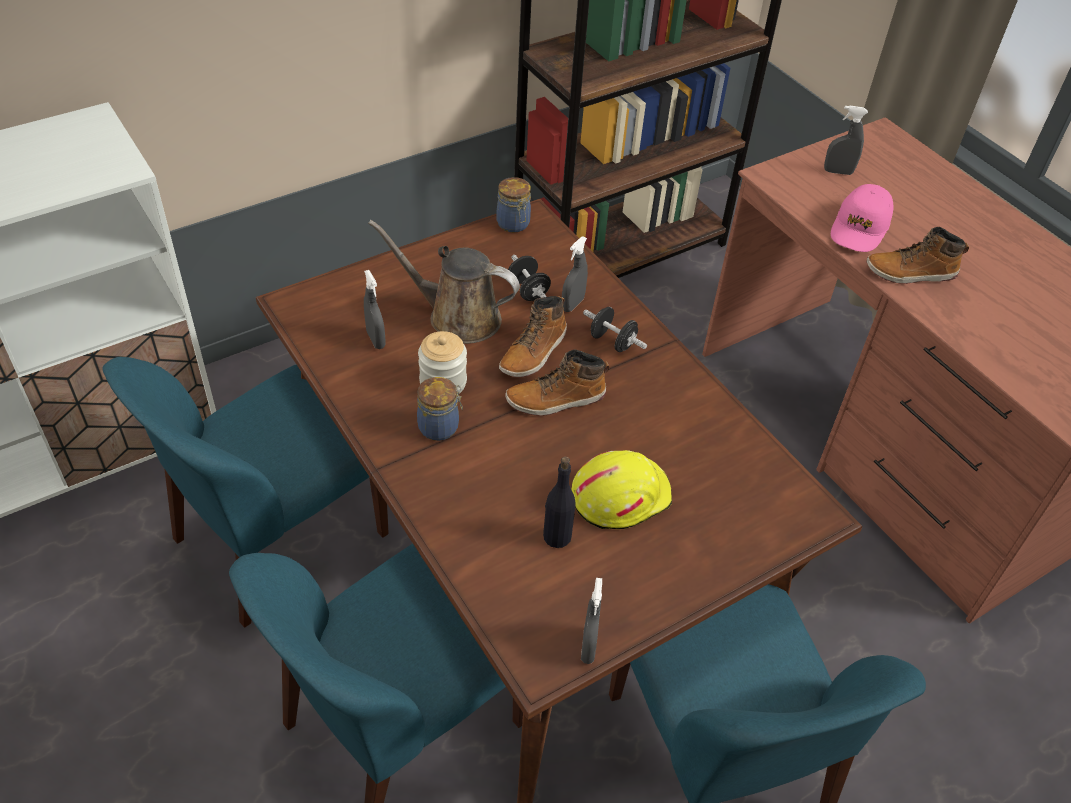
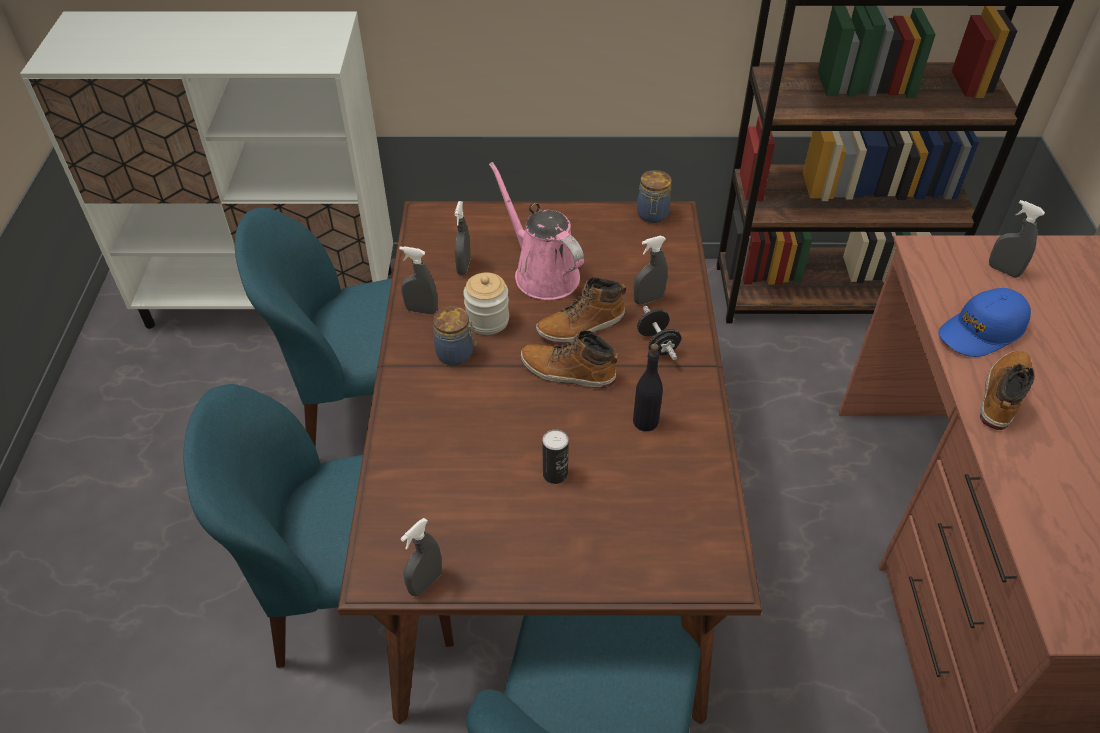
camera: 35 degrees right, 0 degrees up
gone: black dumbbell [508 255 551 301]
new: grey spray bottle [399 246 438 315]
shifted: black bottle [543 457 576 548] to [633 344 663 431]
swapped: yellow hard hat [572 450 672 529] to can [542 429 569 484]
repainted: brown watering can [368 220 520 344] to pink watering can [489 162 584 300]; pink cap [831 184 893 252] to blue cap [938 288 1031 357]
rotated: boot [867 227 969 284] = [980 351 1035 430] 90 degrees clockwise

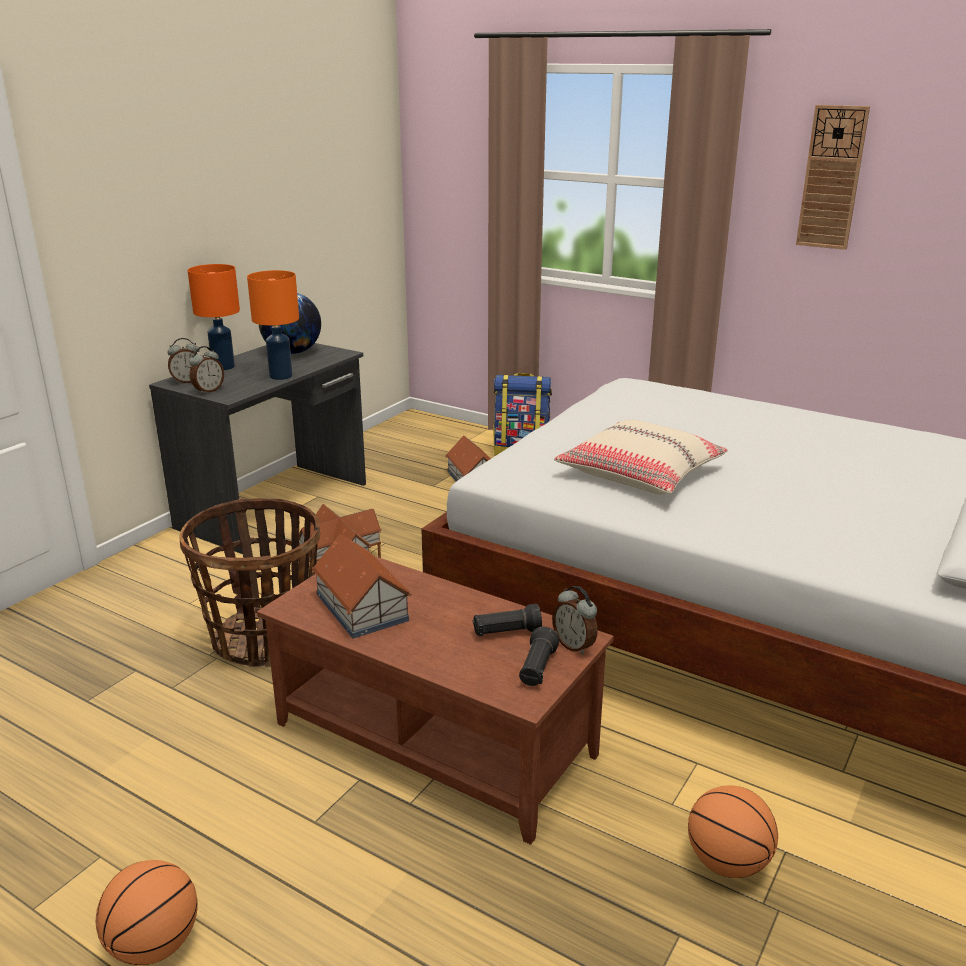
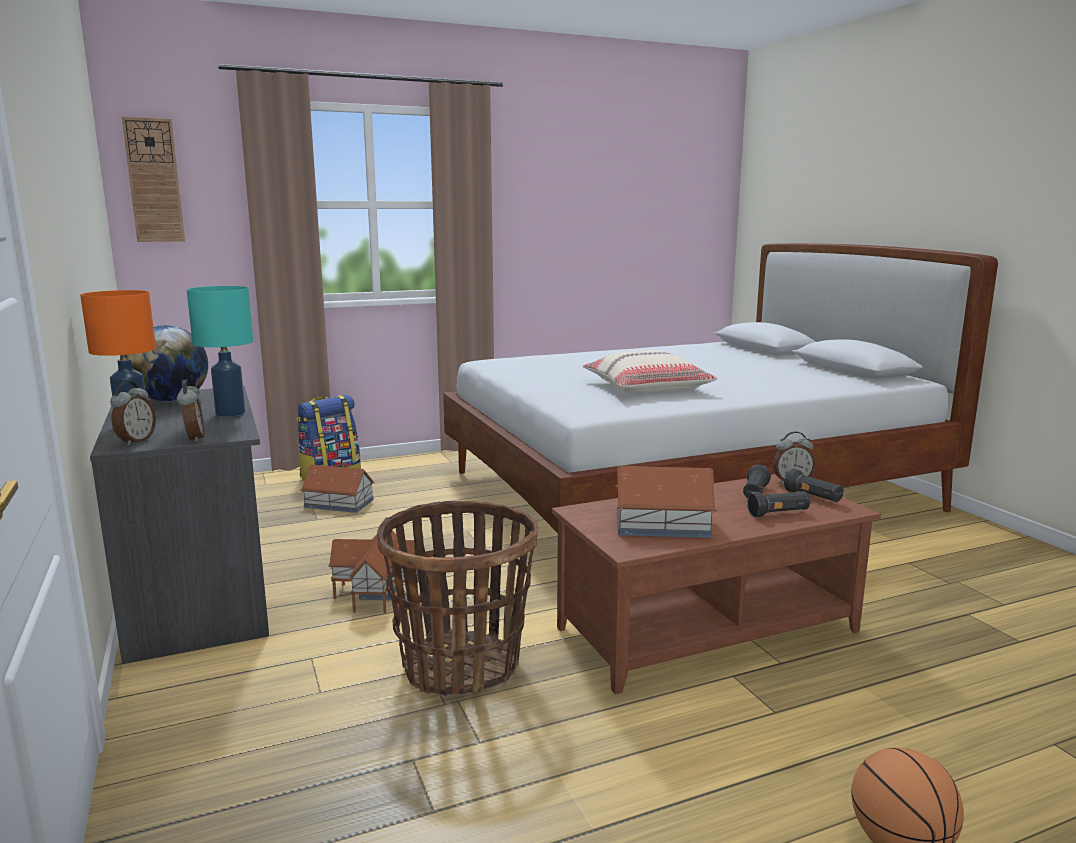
camera: 55 degrees left, 10 degrees down
gone: basketball [688 786 778 878]
new: black flashlight [747 491 811 517]
shifted: wall clock [796 105 870 250] to [122 117 185 242]
repainted: orange table lamp [247 270 299 380] to turquoise table lamp [187 286 253 417]

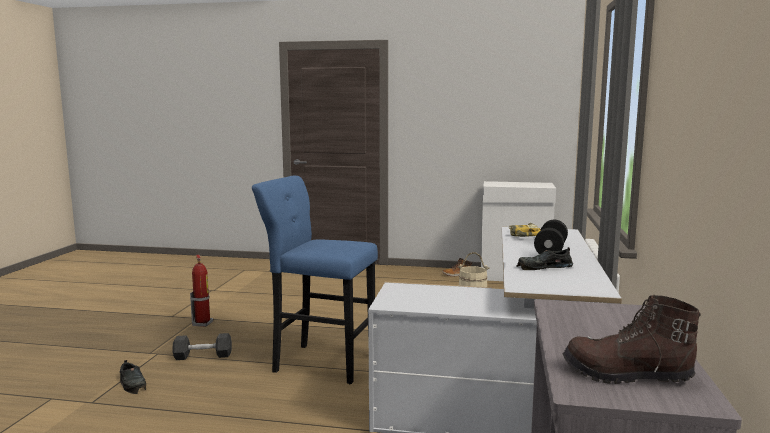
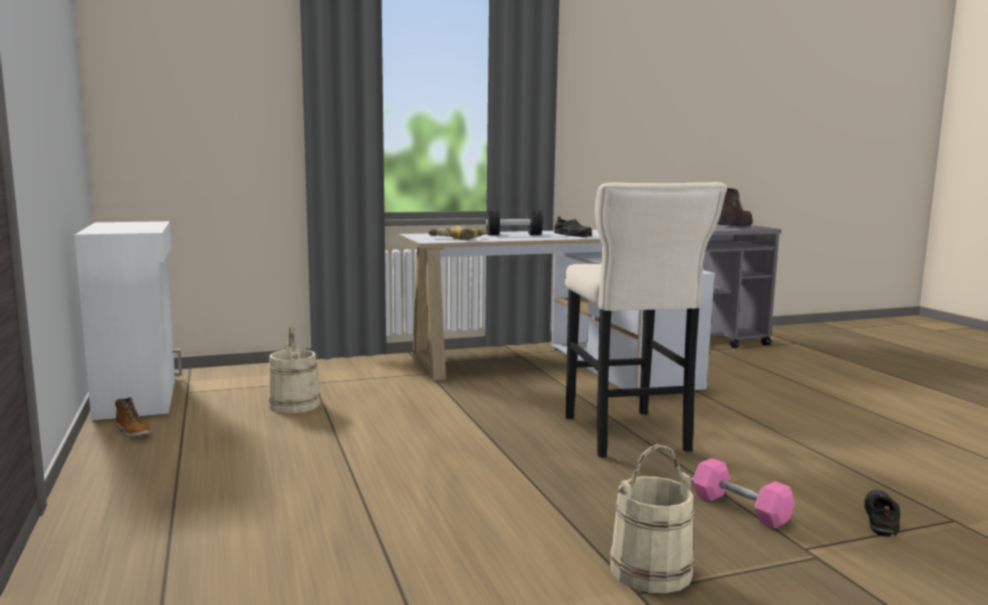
camera: 120 degrees left, 0 degrees up
swapped: fire extinguisher [190 255 213 327] to beige bucket [610 444 694 593]
repainted: grey dumbbell [172 333 232 360] to pink dumbbell [692 458 795 529]; blue stool [252 176 378 384] to beige stool [565 182 727 458]
rotated: brown boot [563 295 701 384] = [717 188 753 227] 120 degrees counterclockwise

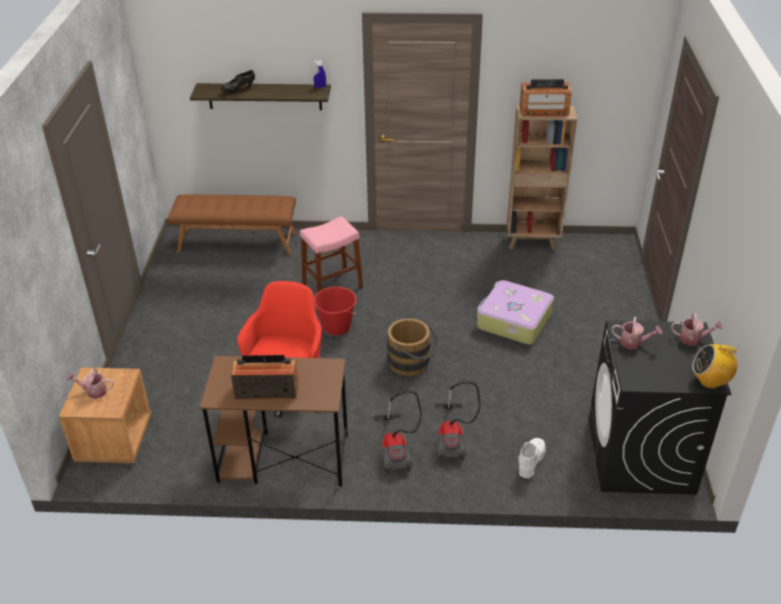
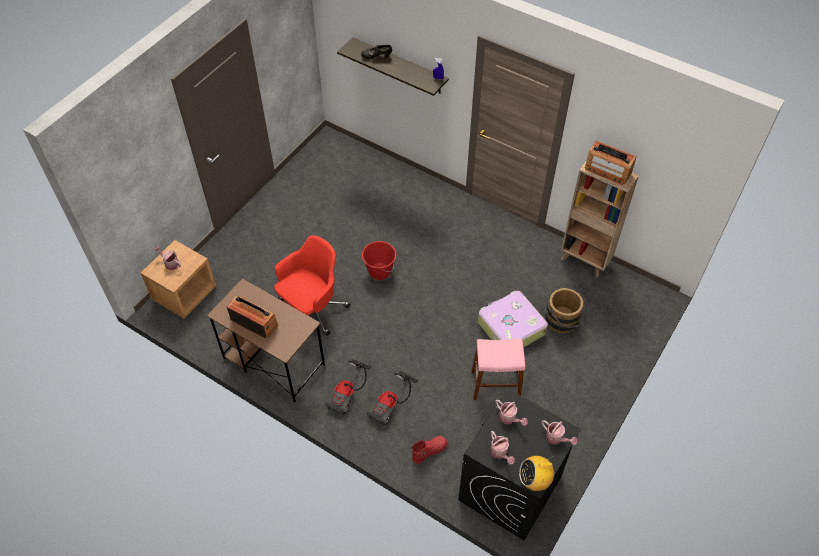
camera: 30 degrees right, 15 degrees up
gone: brown bench [168 194 296 255]
new: watering can [490 431 515 464]
shifted: pink stool [300 216 363 293] to [472 339 525 400]; brown bucket [387 318 438 376] to [545 288 589 333]
repainted: white boot [518 438 546 478] to red boot [411 436 448 464]
rotated: radio [692 344 737 389] = [519 455 554 491] 45 degrees counterclockwise

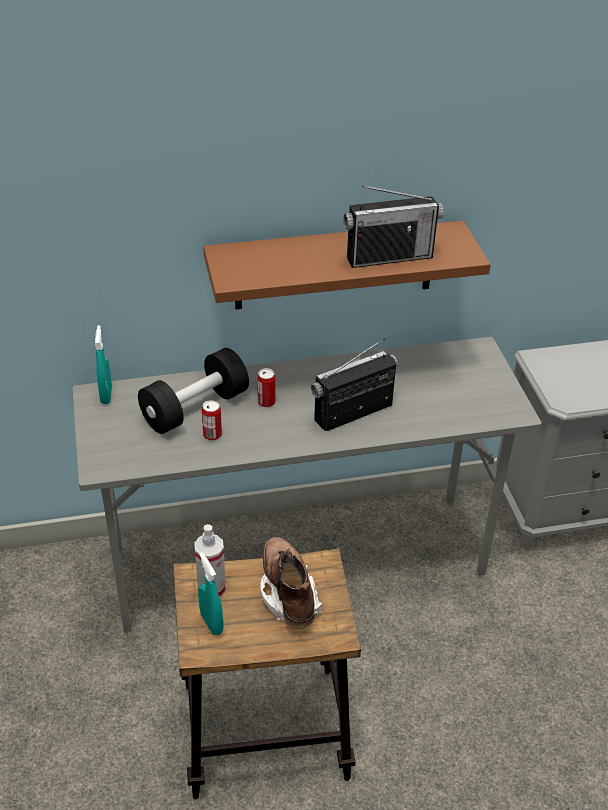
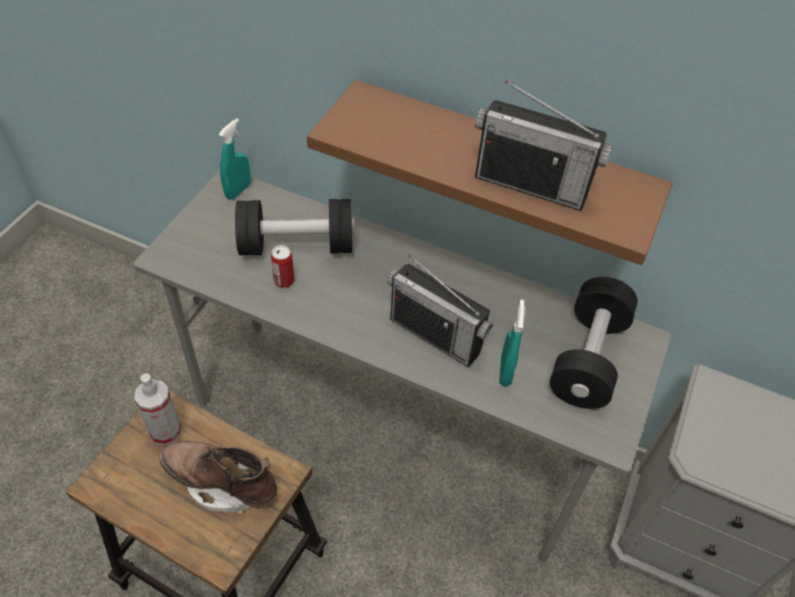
camera: 35 degrees right, 10 degrees up
gone: can [257 368 276 408]
new: black dumbbell [550 277 638 409]
shifted: turquoise spray bottle [198 552 224 635] to [499 299 525 387]
rotated: brown boot [260 537 323 629] = [159 441 277 514] 90 degrees counterclockwise; radio [311 338 398 431] = [387 255 493 368] 150 degrees counterclockwise

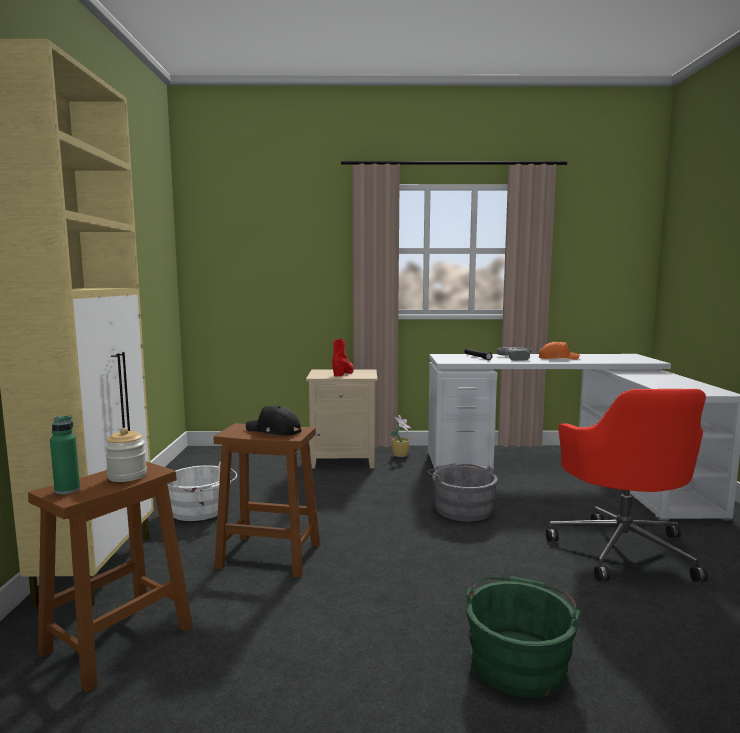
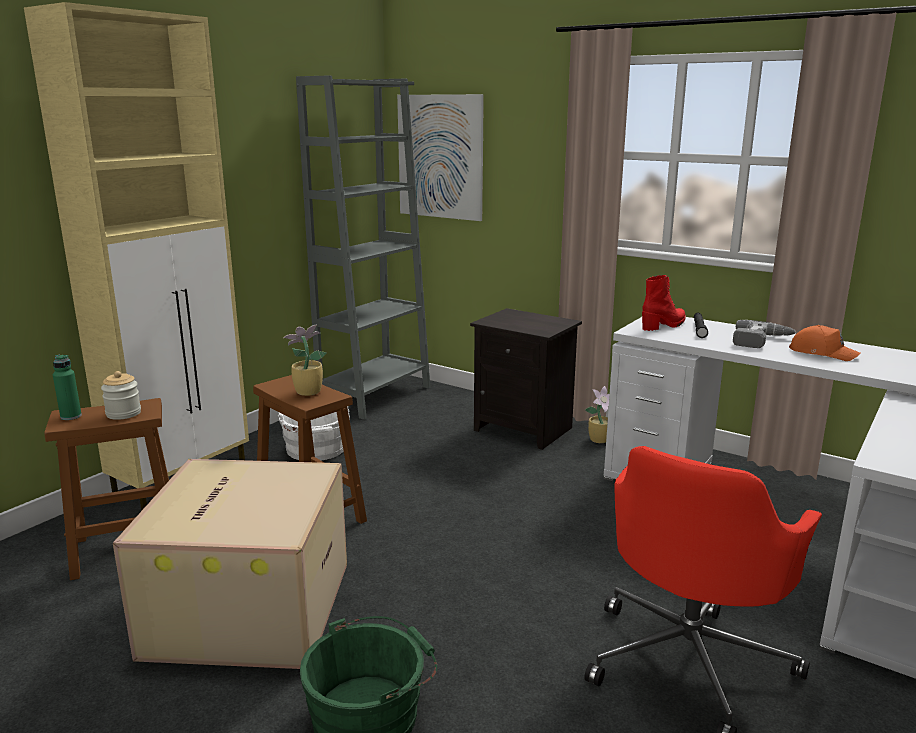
camera: 35 degrees right, 10 degrees up
gone: grey bucket [427 463 498 522]
new: cardboard box [113 459 347 669]; grey bookcase [296 76 430 420]; picture [397 94 484 221]
shifted: red boot [332 339 354 377] to [642 275 686 331]
swapped: black cap [246 406 301 435] to potted plant [283 325 327 396]
repainted: beige nightstand [306 369 377 469] to black nightstand [470 308 582 450]

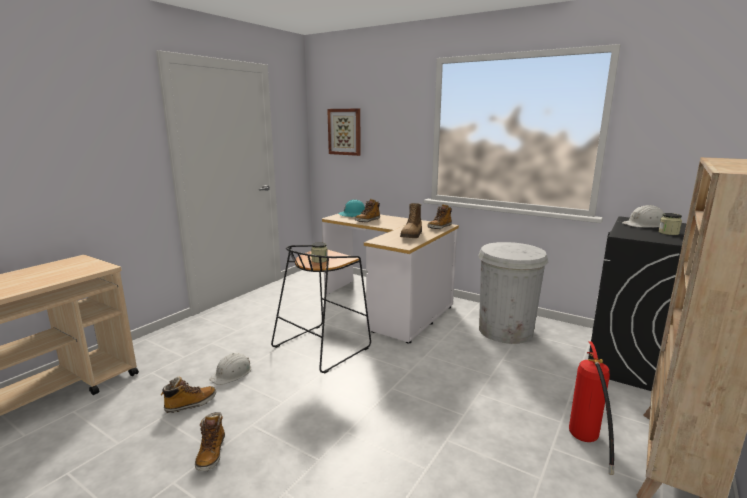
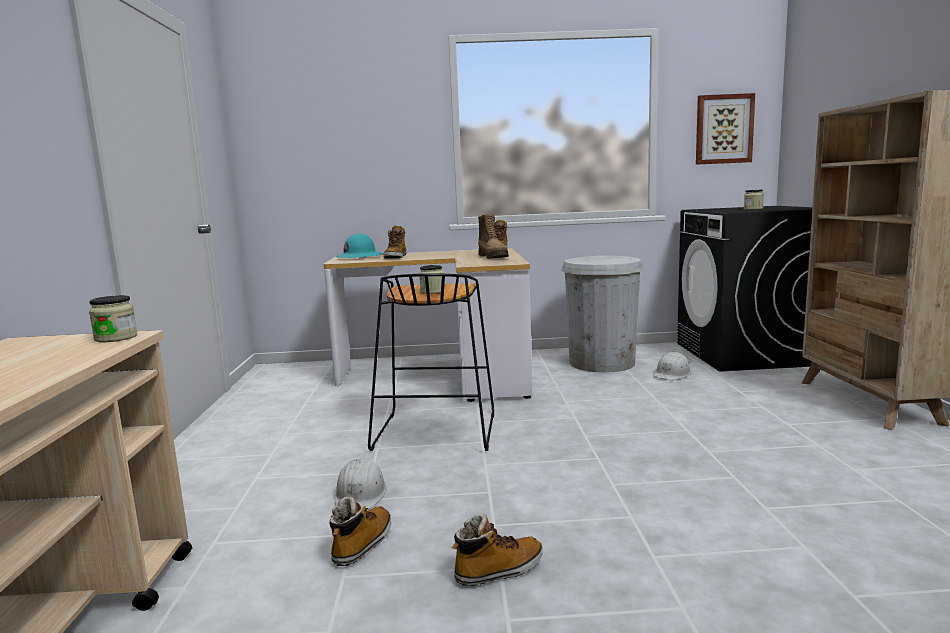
camera: 35 degrees left, 5 degrees down
gone: fire extinguisher [569 341 614 475]
new: jar [89 295 137 342]
shifted: picture [327 109 361 156] to [696 93 755 165]; white hard hat [622 205 664 228] to [654 352 691 380]
rotated: boot [195 412 225 471] = [452 514 543 586] 75 degrees counterclockwise

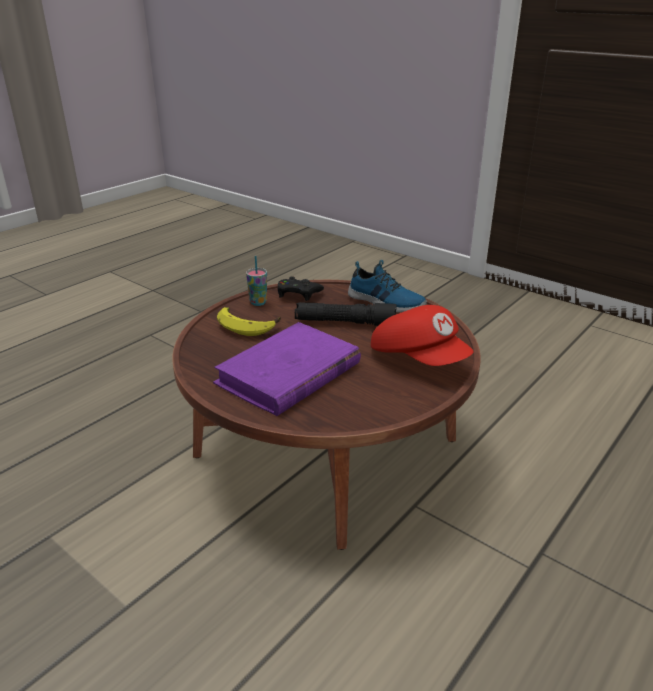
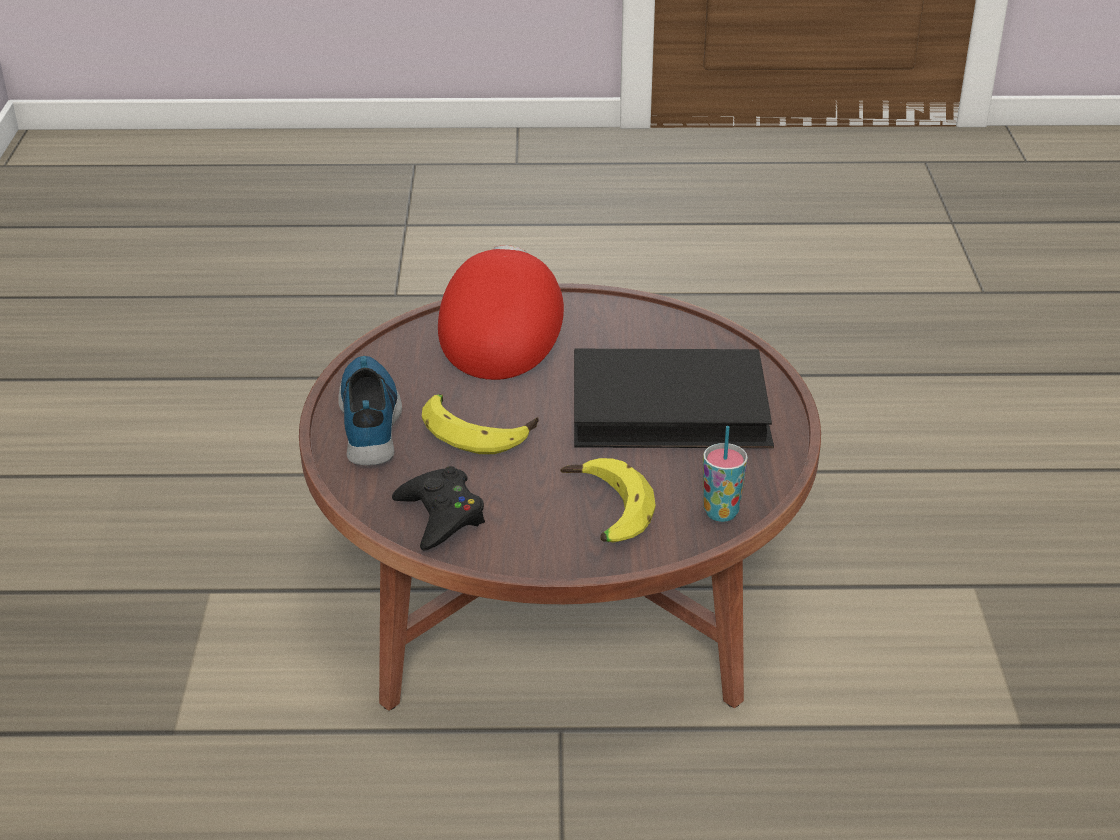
camera: 130 degrees left, 5 degrees up
shifted: cup [246 256 267 306] to [703 426 748 522]
swapped: black flashlight [295 302 397 326] to banana [422 394 539 454]
repainted: purple book [213 322 361 416] to black book [574 349 774 448]

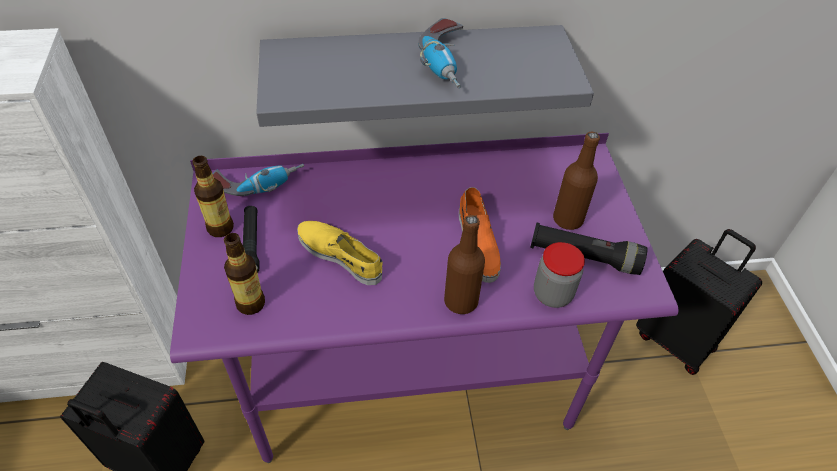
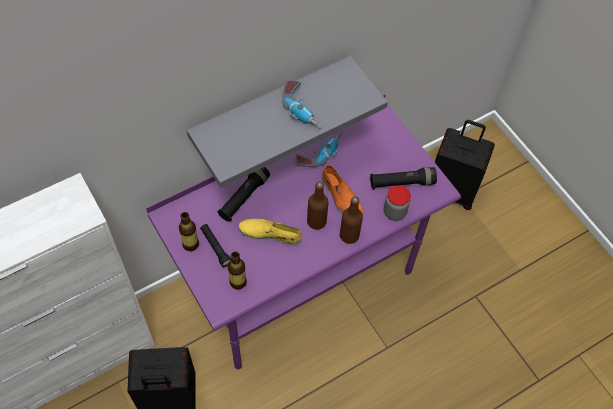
camera: 25 degrees left, 10 degrees up
new: black flashlight [218 167 270 222]
shifted: power drill [213 164 304 196] to [295 132 342 167]; brown bottle [553 132 600 230] to [307 181 329 229]

